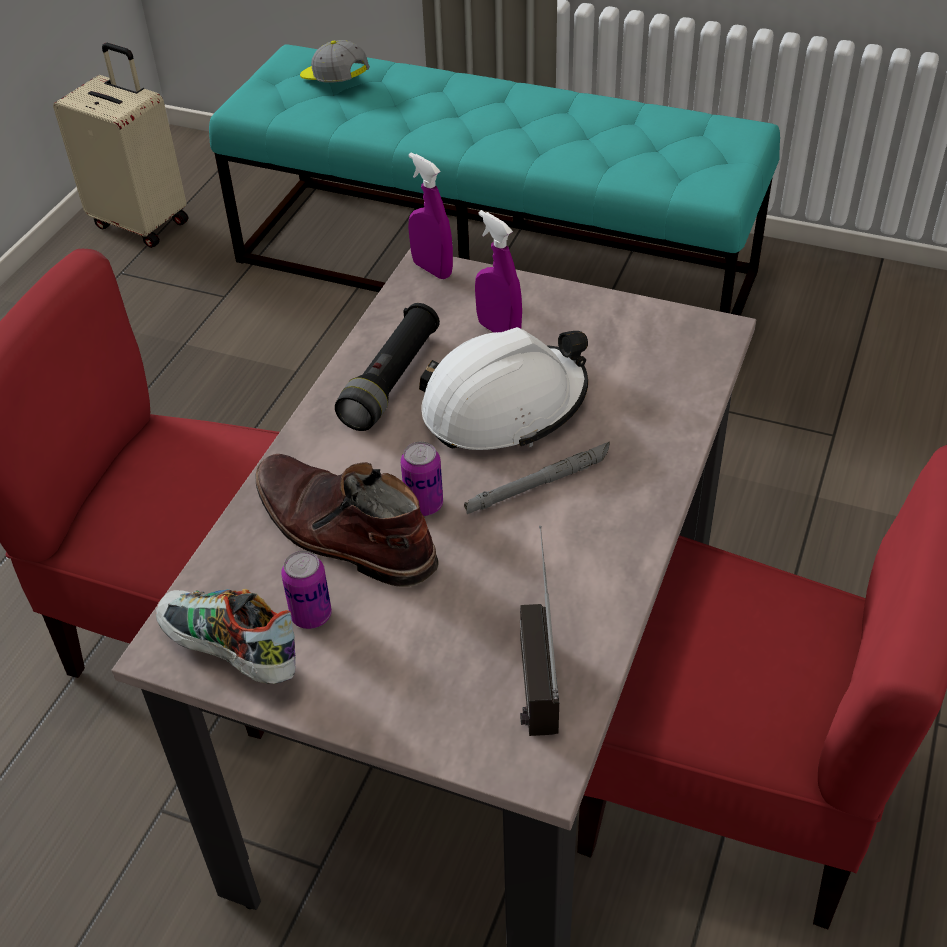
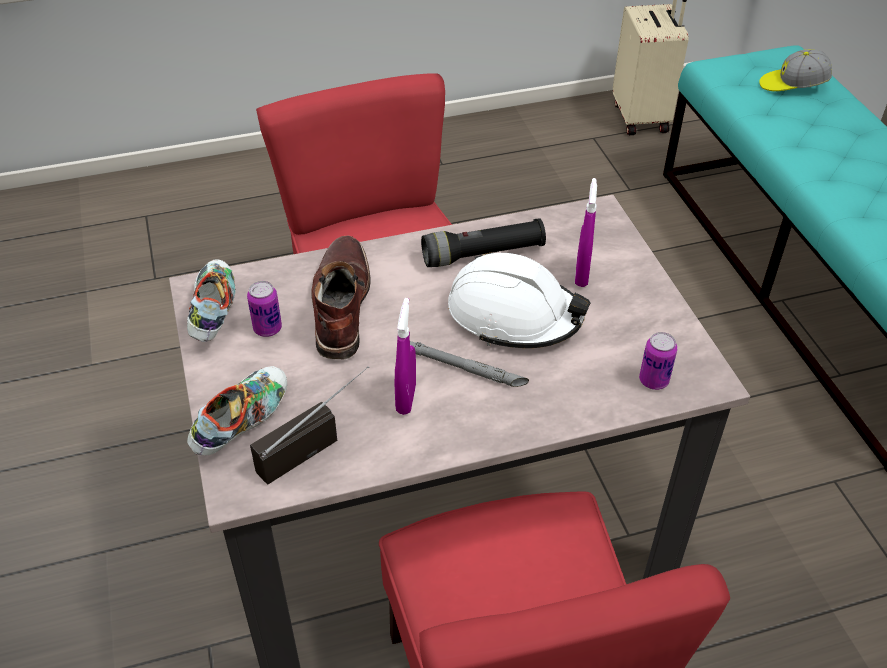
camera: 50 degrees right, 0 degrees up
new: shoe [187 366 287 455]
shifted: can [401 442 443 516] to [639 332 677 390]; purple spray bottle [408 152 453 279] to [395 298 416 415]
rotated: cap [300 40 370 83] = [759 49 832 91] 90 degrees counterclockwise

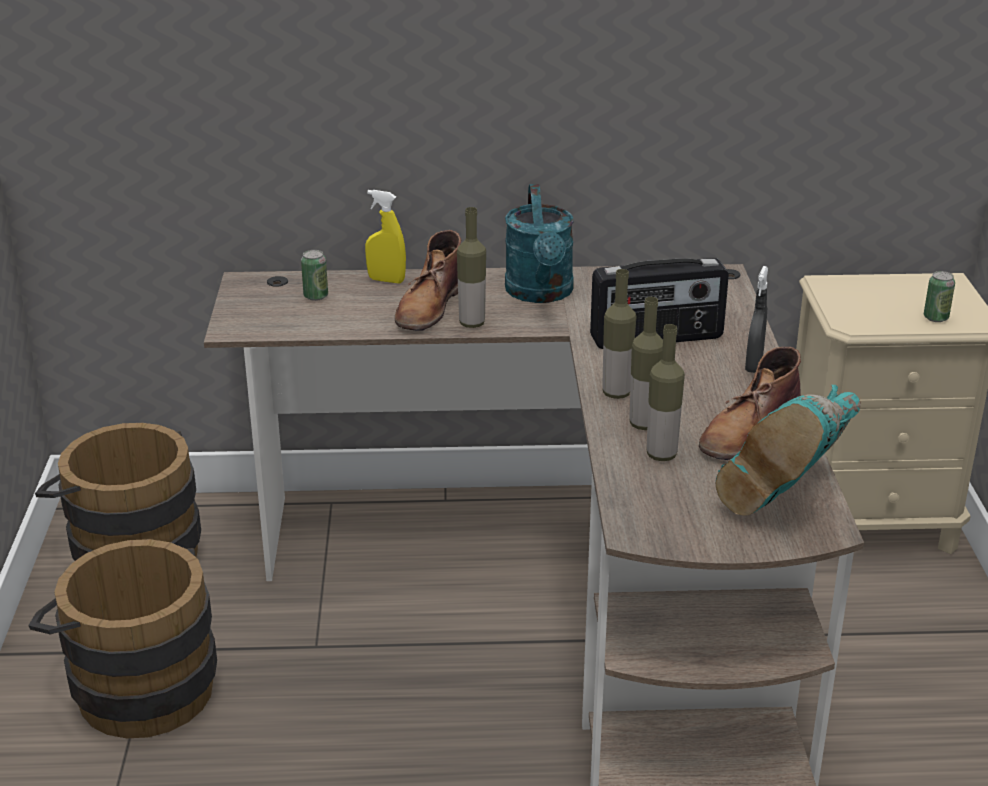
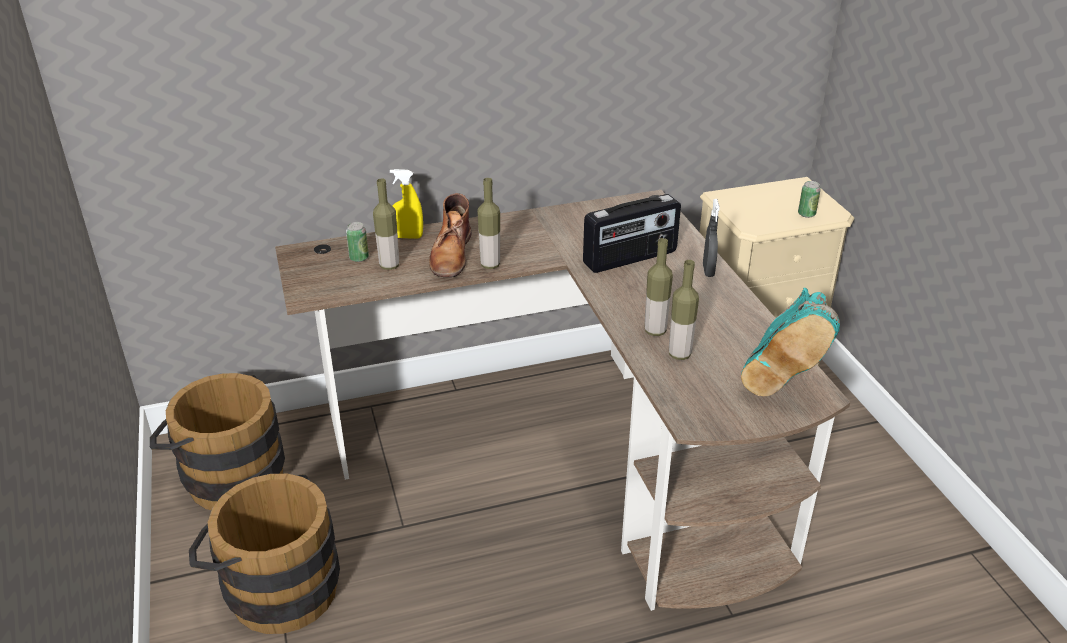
camera: 15 degrees left, 5 degrees up
gone: turquoise watering can [505 184 574 303]; brown boot [699 347 801 460]
shifted: bottle [602 269 636 399] to [373 179 399 270]

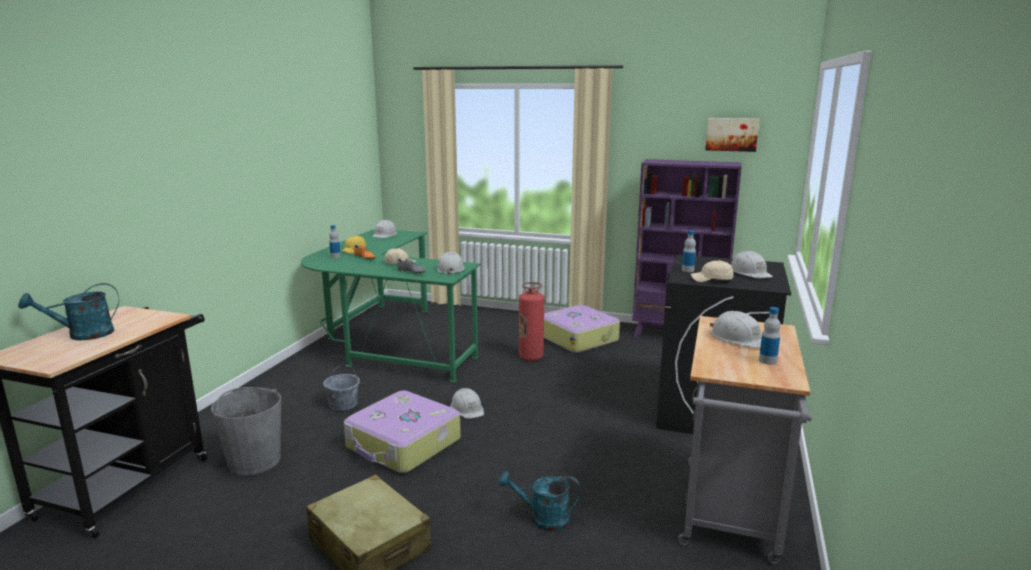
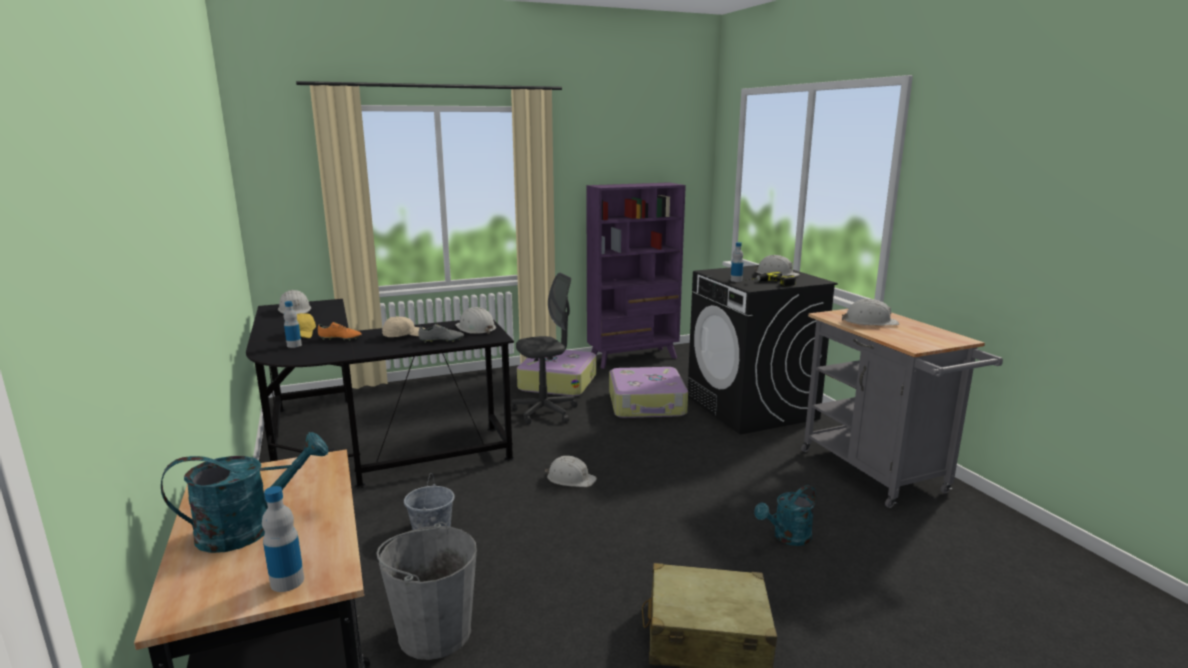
camera: 40 degrees left, 0 degrees up
gone: picture [705 118 759 152]
shifted: suitcase [344 391 461 473] to [609 367 688 418]; bottle [759 307 781 365] to [262 486 304 592]
swapped: fire extinguisher [519 282 544 361] to grey office chair [511 273 578 425]; beige cap [691 260 733 282] to power drill [746 272 796 287]
repainted: green desk [301 229 481 382] to black desk [246 299 514 488]
rotated: turquoise watering can [18 283 119 340] = [161 432 329 553] 135 degrees counterclockwise

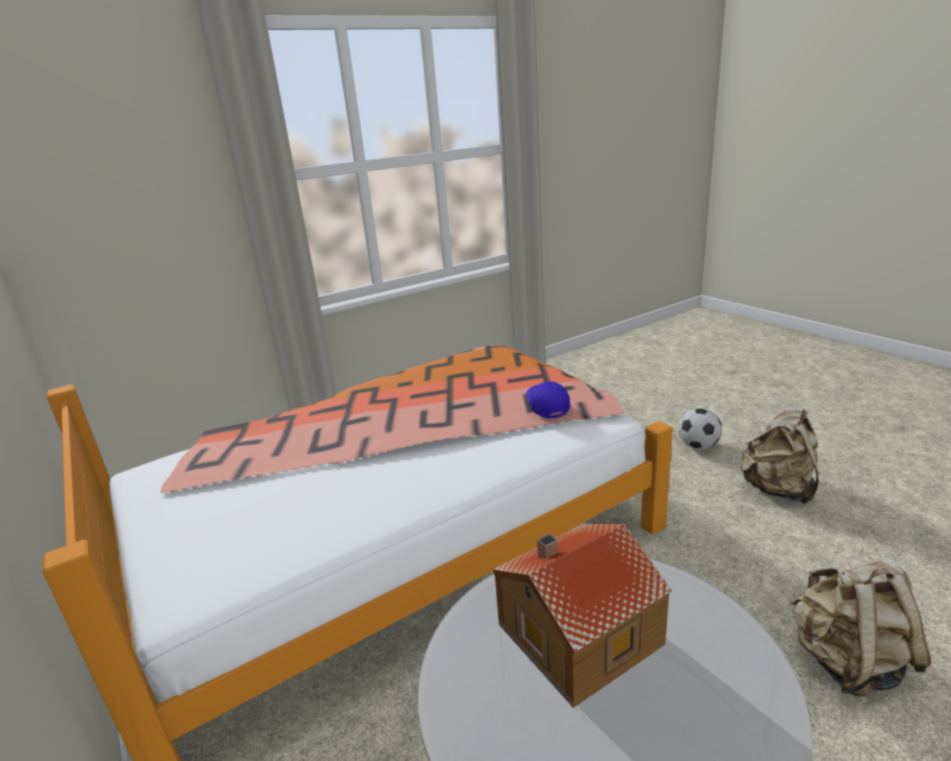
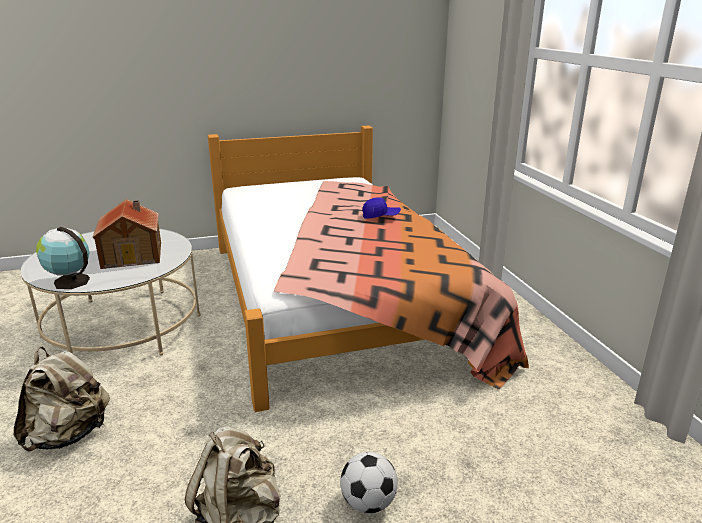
camera: 105 degrees right, 0 degrees up
new: globe [36 227 90 289]
shifted: blue cap [526 381 570 419] to [362 197 401 219]

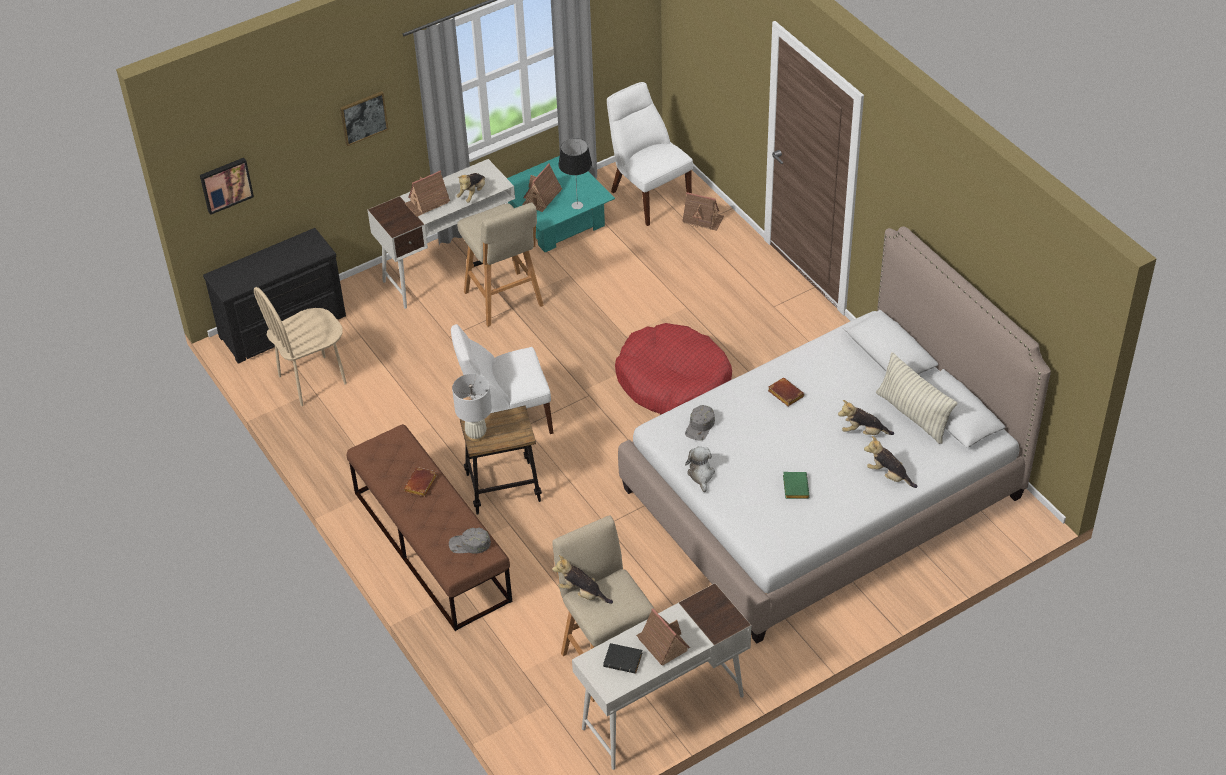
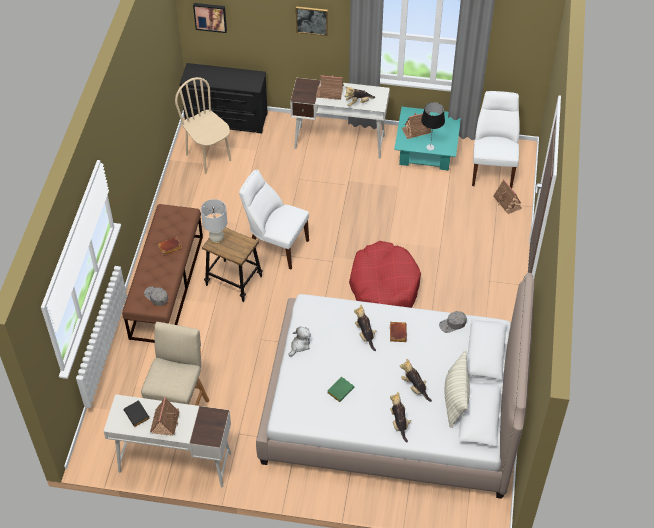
camera: 40 degrees right, 5 degrees up
gone: beige stool [457 202 544 327]
shifted: plush toy [552 555 613 604] to [354 304 376 351]; grey cap [685 405 715 441] to [439 311 467 333]
rotated: beige chair [254 287 347 406] = [175 77 231 174] 45 degrees clockwise

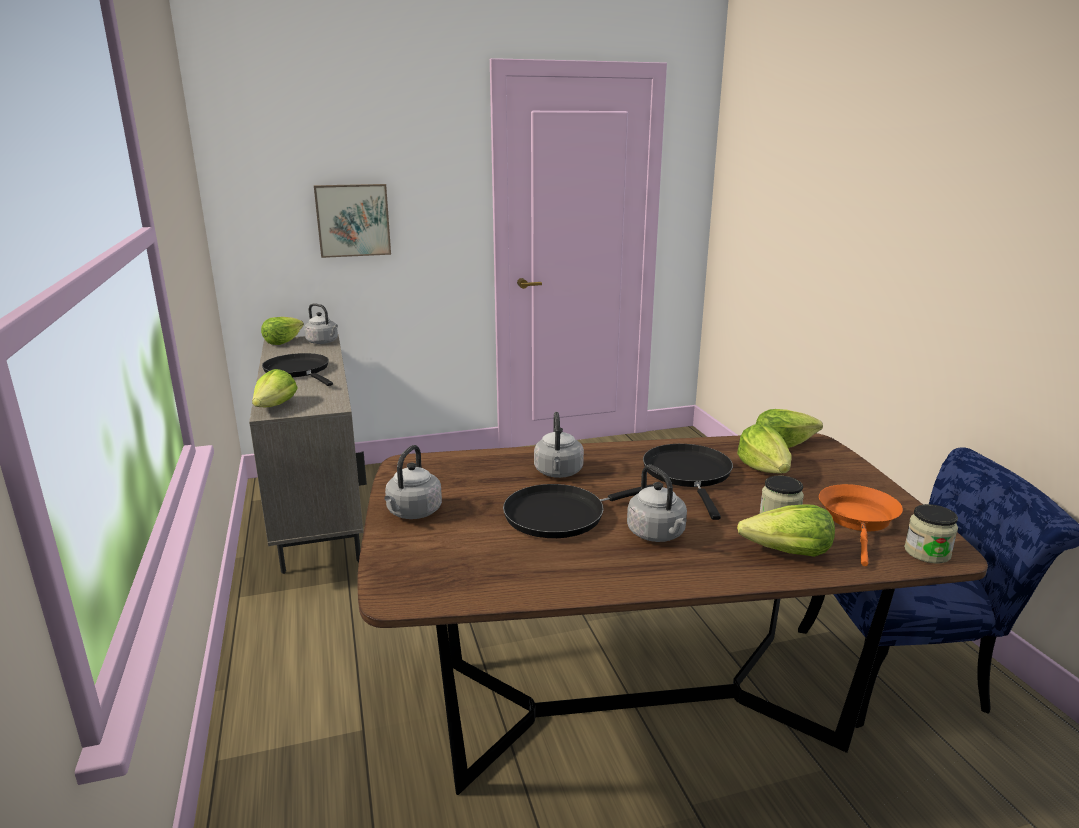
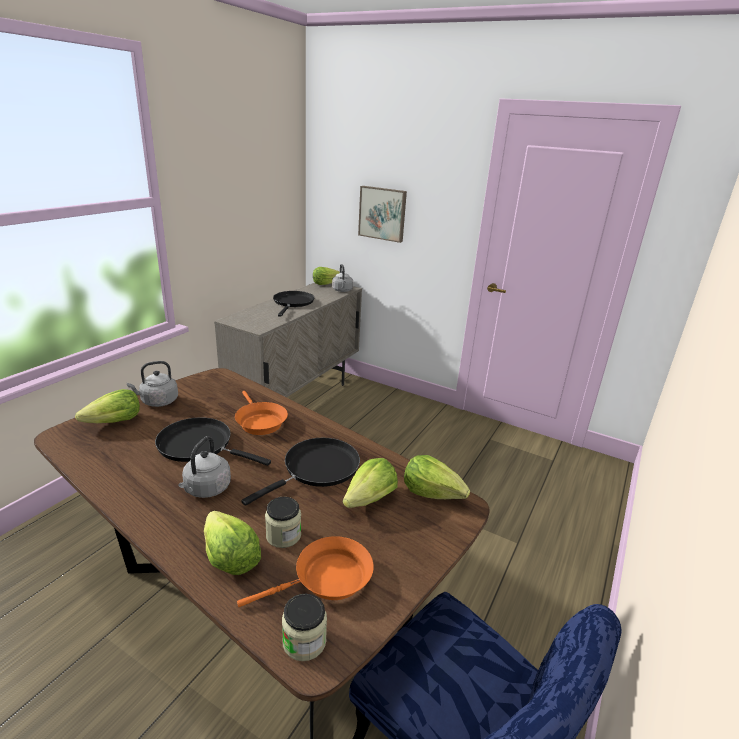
camera: 45 degrees right, 5 degrees up
shifted: lettuce [252 369 298 407] to [75 389 140 423]
swapped: grey kettle [534 412 584 478] to orange frying pan [235 391 288 435]

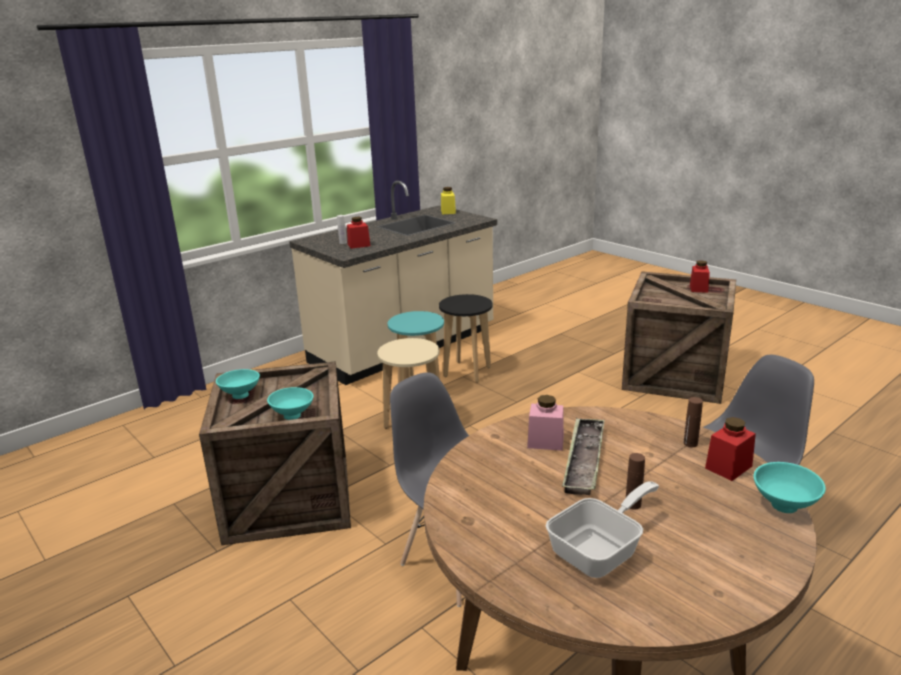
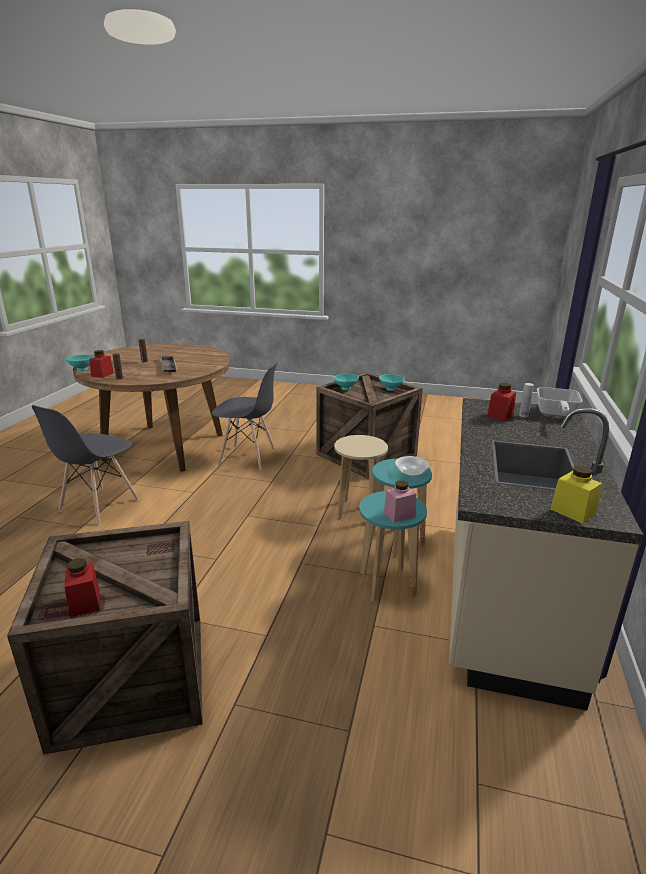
camera: 145 degrees right, 0 degrees up
new: bowl [395 456 429 476]
shifted: pink jar [527 395 564 451] to [384 481 416 522]; frying pan [546 481 659 578] to [537 387 583 417]
repainted: black stool [439 294 493 383] to turquoise stool [359 491 427 602]

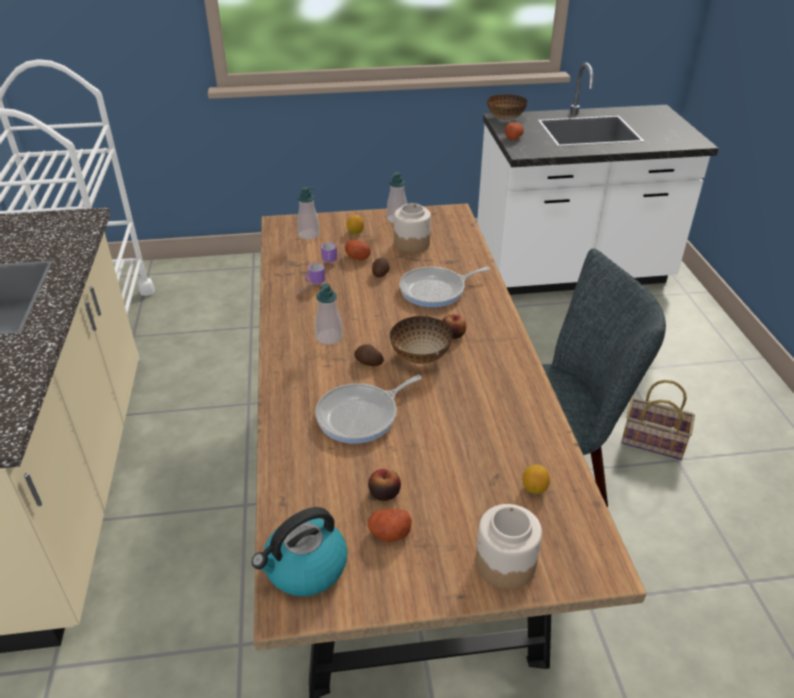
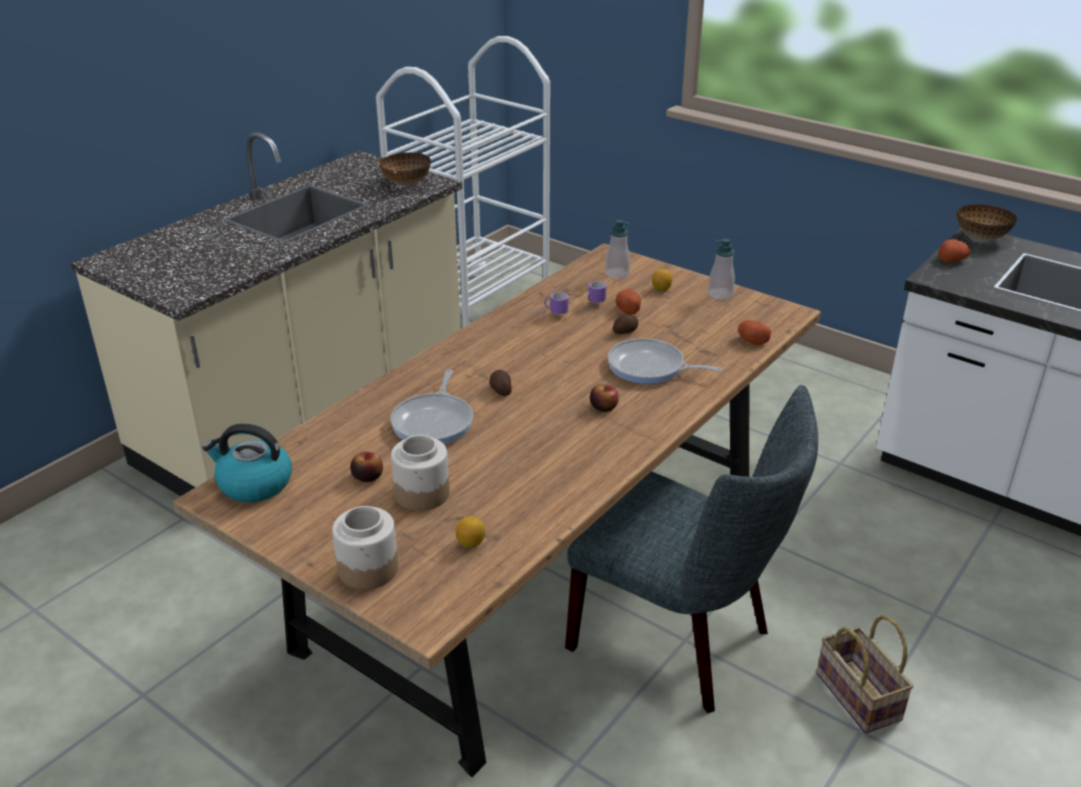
camera: 45 degrees right, 5 degrees down
gone: soap dispenser [315 283 343 345]
shifted: potato [368 509 412 542] to [738 320 771 345]; bowl [389 316 453 364] to [379 152 431 185]; jar [394 203 431 253] to [391 435 450 511]
rotated: frying pan [315 375 422 444] = [390 369 474 444] 90 degrees counterclockwise

